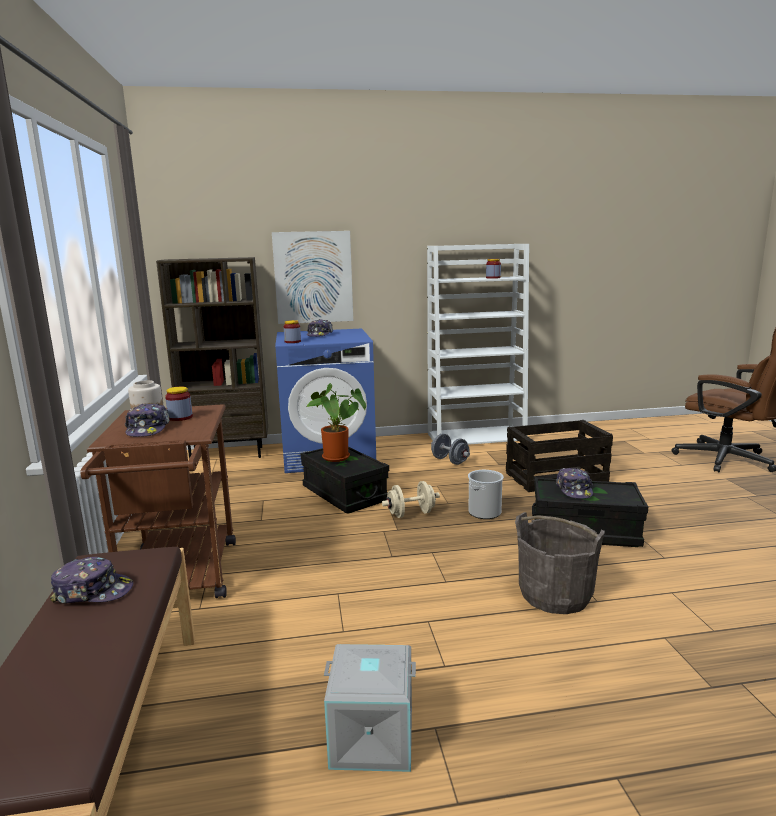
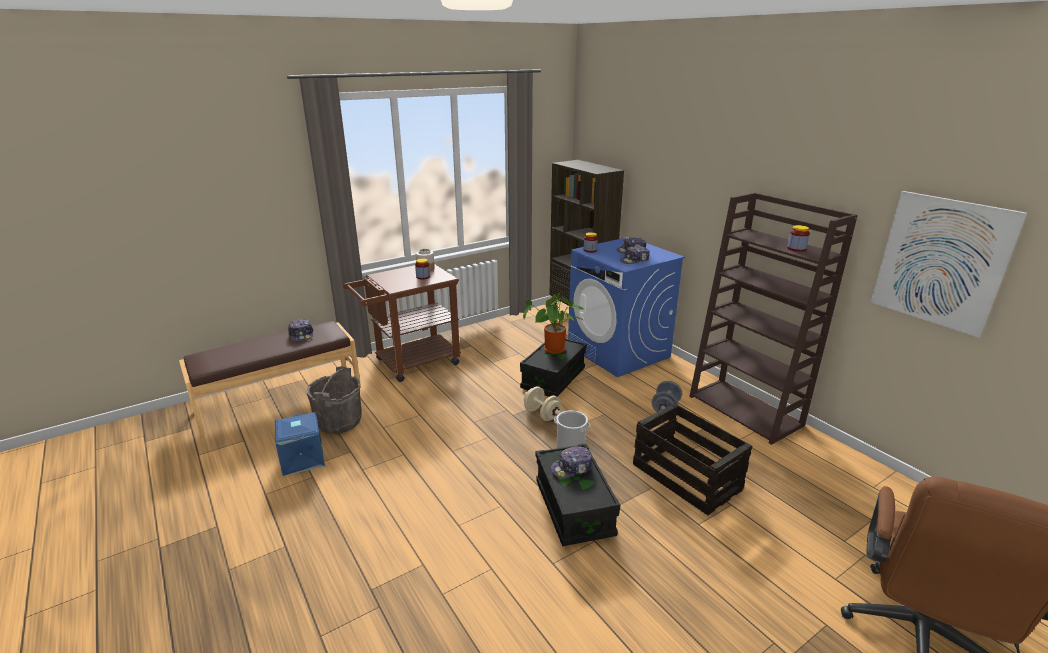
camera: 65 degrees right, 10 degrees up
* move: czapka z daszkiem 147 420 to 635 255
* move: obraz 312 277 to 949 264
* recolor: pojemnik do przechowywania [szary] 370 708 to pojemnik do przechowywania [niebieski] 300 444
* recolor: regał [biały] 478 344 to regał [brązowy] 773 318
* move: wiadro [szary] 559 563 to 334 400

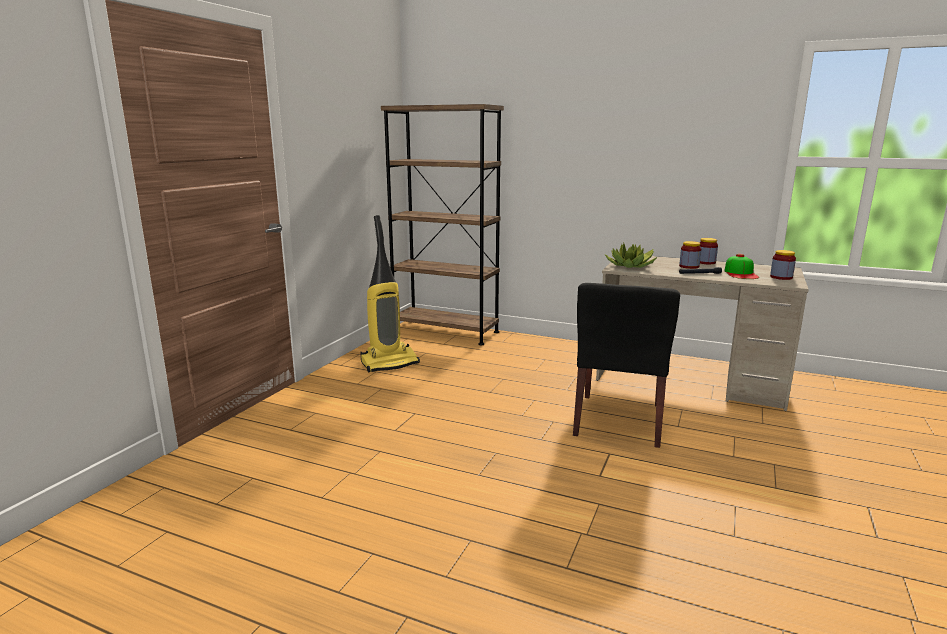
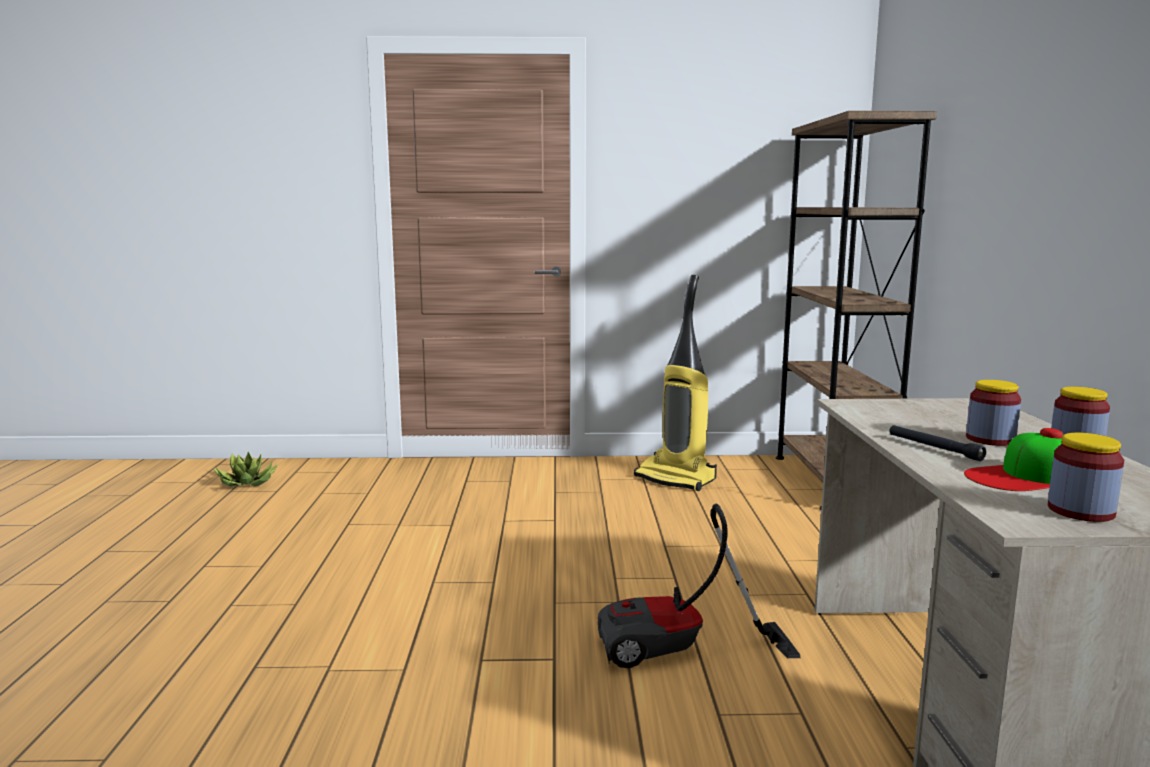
camera: 65 degrees right, 5 degrees down
* replace: krzesło [czarny] 626 365 to odkurzacz 699 586
* move: roślina doniczkowa 631 255 to 245 469

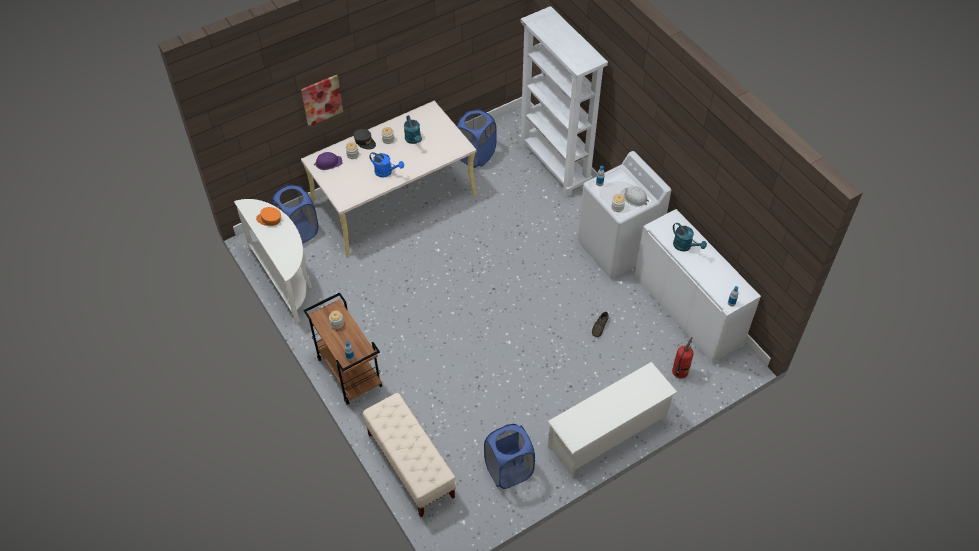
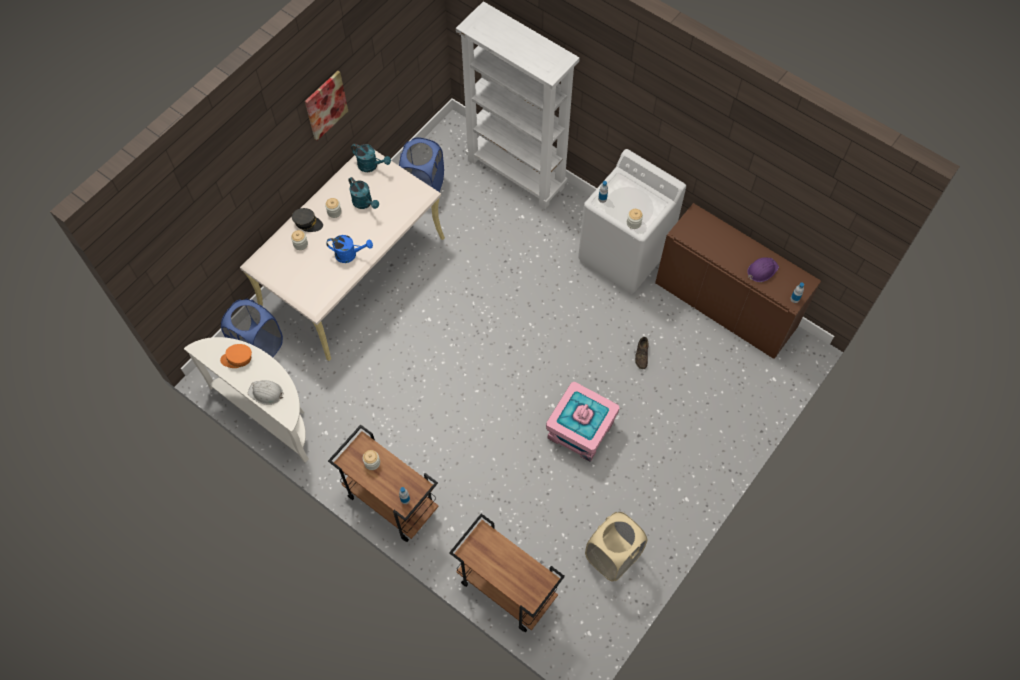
camera: 20 degrees left, 10 degrees up
* move: obraz 322 100 to 326 106
* move: kask [fioletowy] 328 161 to 763 269
* replace: ławka [beżowy] 409 455 to wózek [brązowy] 507 572
* recolor: kosz na pranie [niebieski] 509 456 to kosz na pranie [beżowy] 616 546
* delete: regał na buty [biały] 613 419
* move: kask [biały] 634 196 to 266 392
* recolor: szafka [biały] 697 286 to szafka [brązowy] 738 281
* delete: gaśnica 682 357
* move: konewka [turkusowy] 690 237 to 371 158
* insert: pojemnik do przechowywania [różowy] 582 422

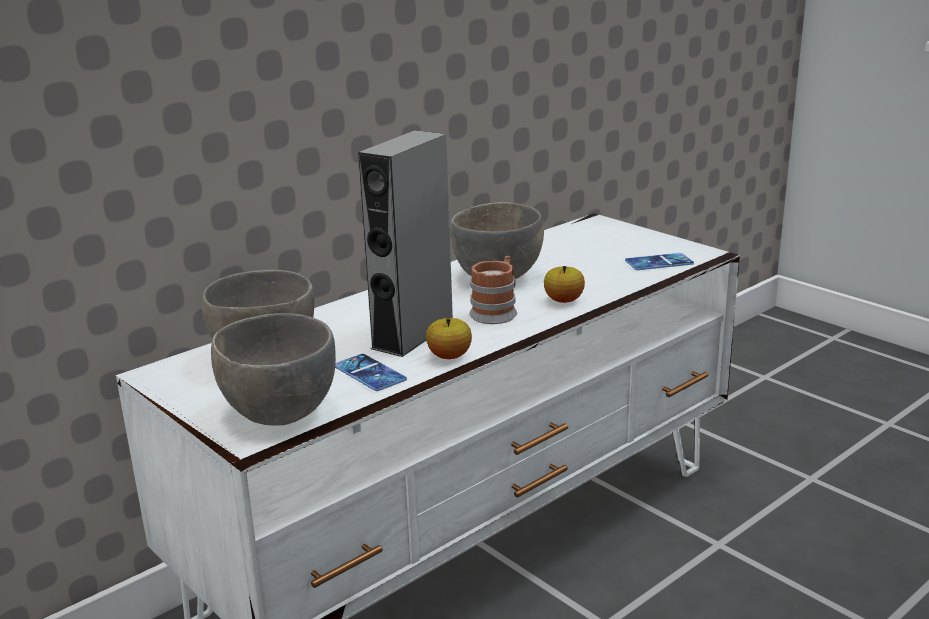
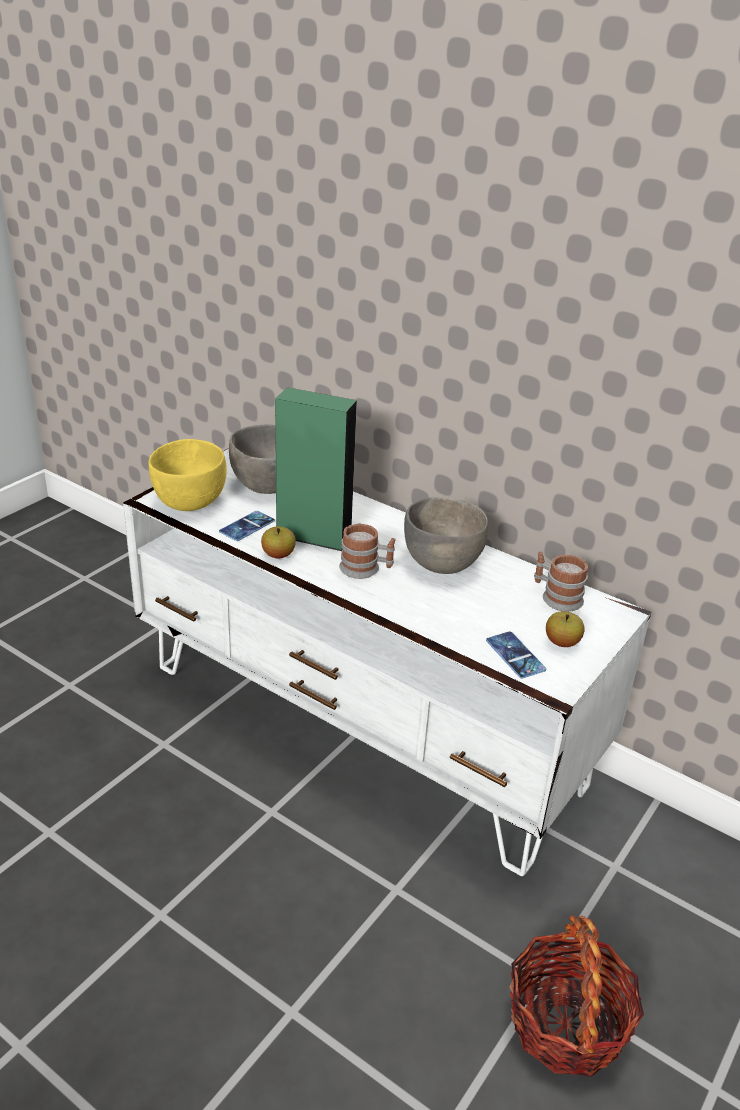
camera: 75 degrees right, 10 degrees up
* recolor: miska [szary] 273 369 to miska [żółty] 188 475
* recolor: głośnik [szary] 405 243 to głośnik [zielony] 316 469
* move: jabłko 564 284 to 565 629
* insert: koszyk 577 996
* insert: kubek 561 581

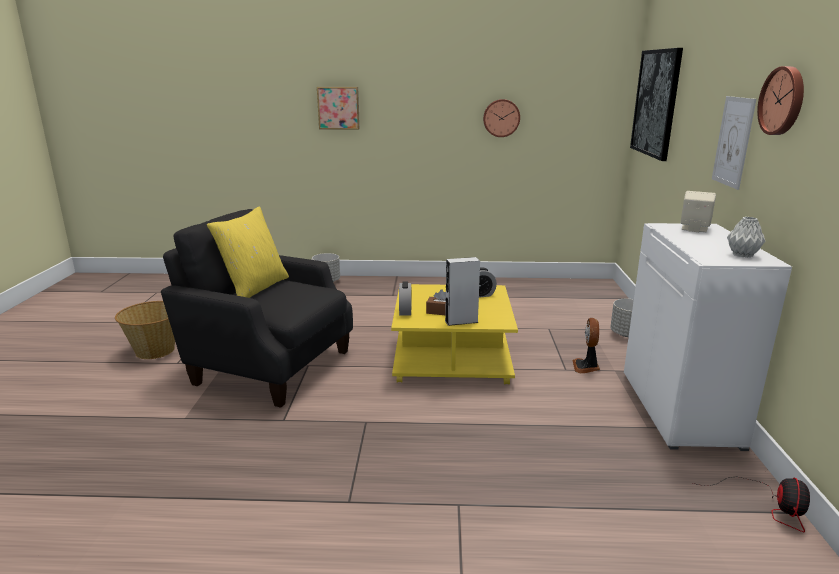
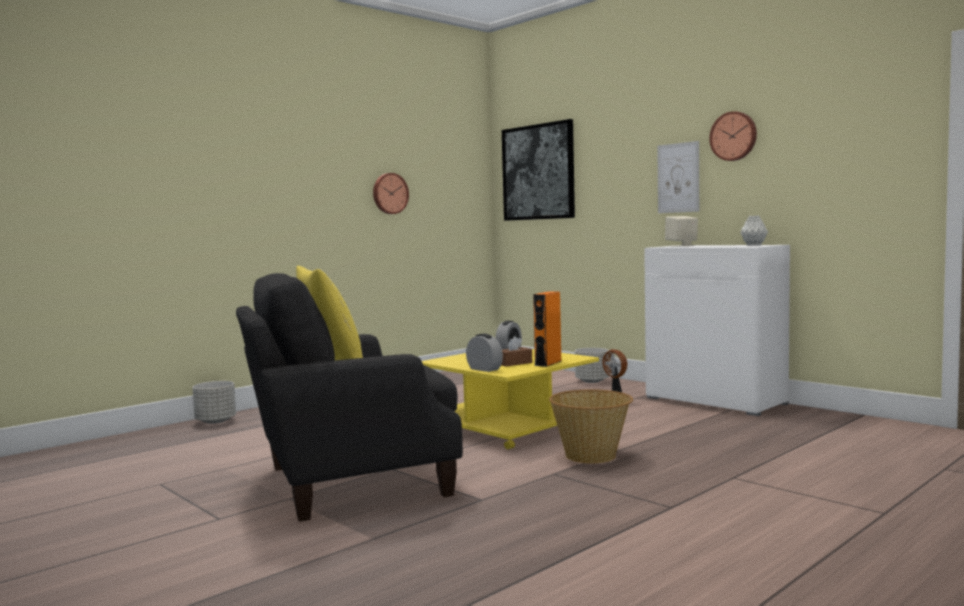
camera: 45 degrees left, 15 degrees down
* move: koszyk 145 330 to 591 426
* delete: obraz 338 108
* recolor: głośnik [szary] 462 291 to głośnik [pomarańczowy] 547 329
* delete: wentylator 751 504

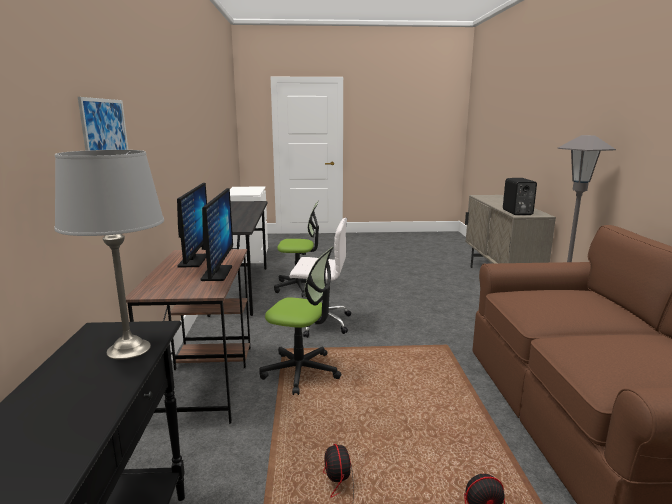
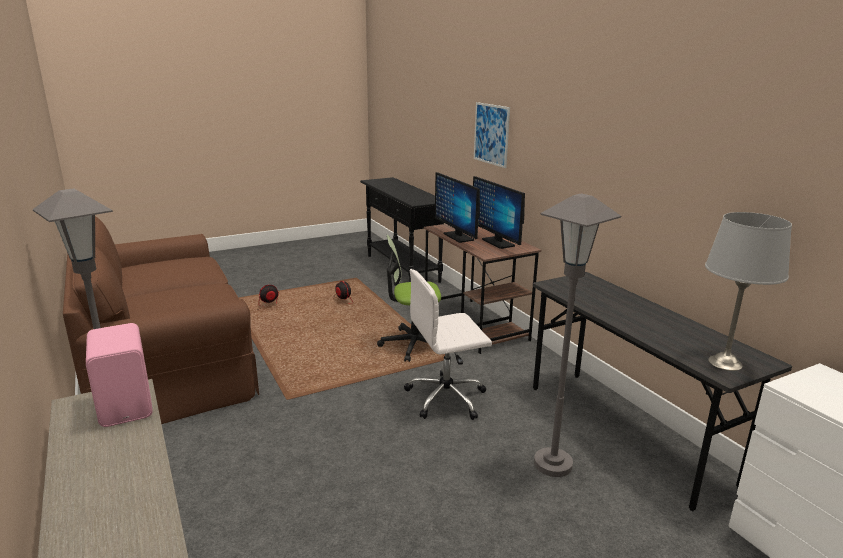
camera: 155 degrees right, 5 degrees up
* move: lampa stołowa [szary] 109 255 to 748 291
* replace: krzesło biurowe 300 249 to lampa stojąca [szary] 577 335
* recolor: głośnik [czarny] 520 196 to głośnik [różowy] 119 375

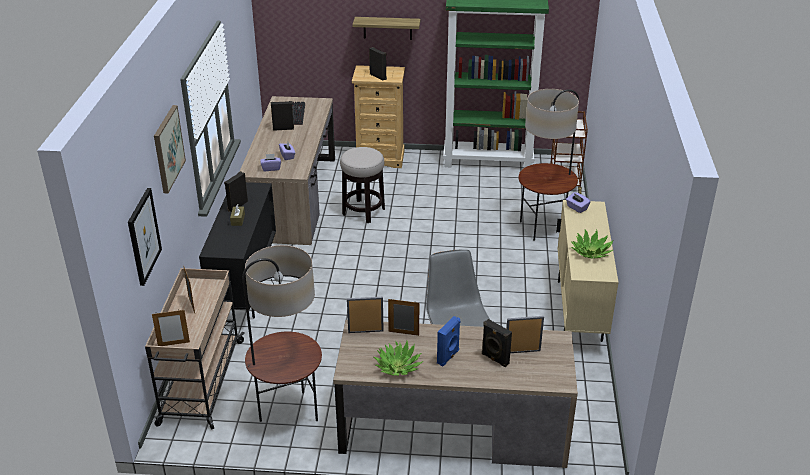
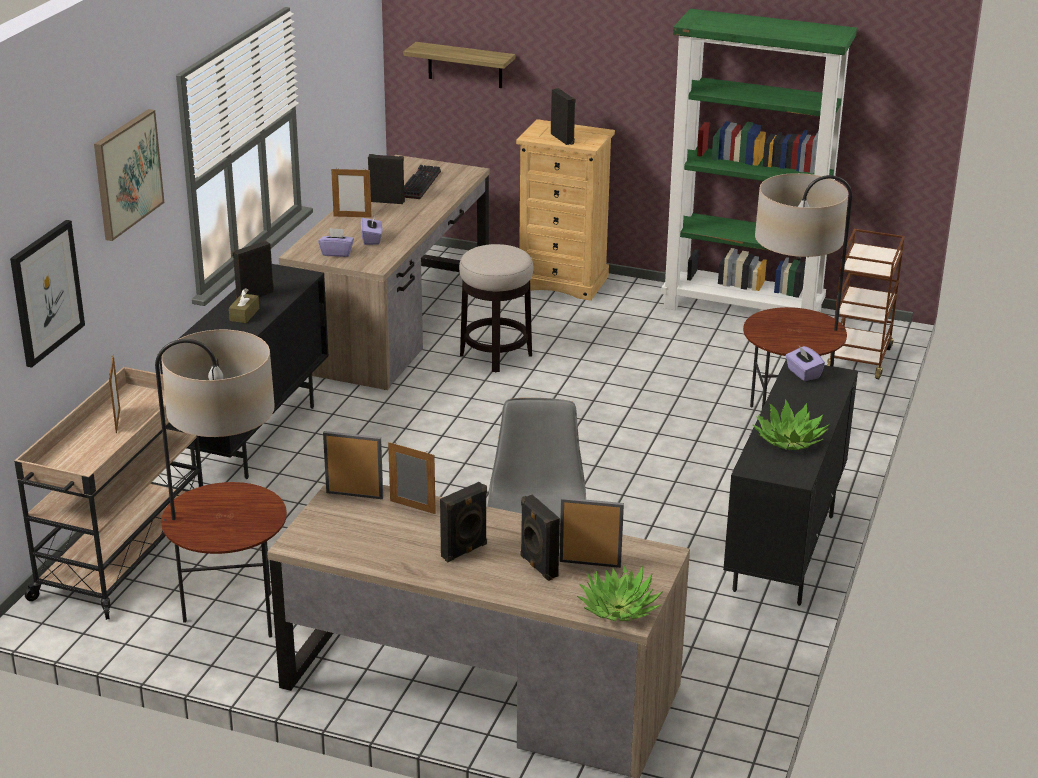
camera: 15 degrees right, 5 degrees down
* move: ramka na zdjęcie 171 328 to 351 192
* move: półka 386 28 to 459 65
* move: roślina doniczkowa 398 358 to 620 593
* recolor: głośnik [niebieski] 448 341 to głośnik [czarny] 463 522
* recolor: szafka [beżowy] 587 271 to szafka [czarny] 790 482

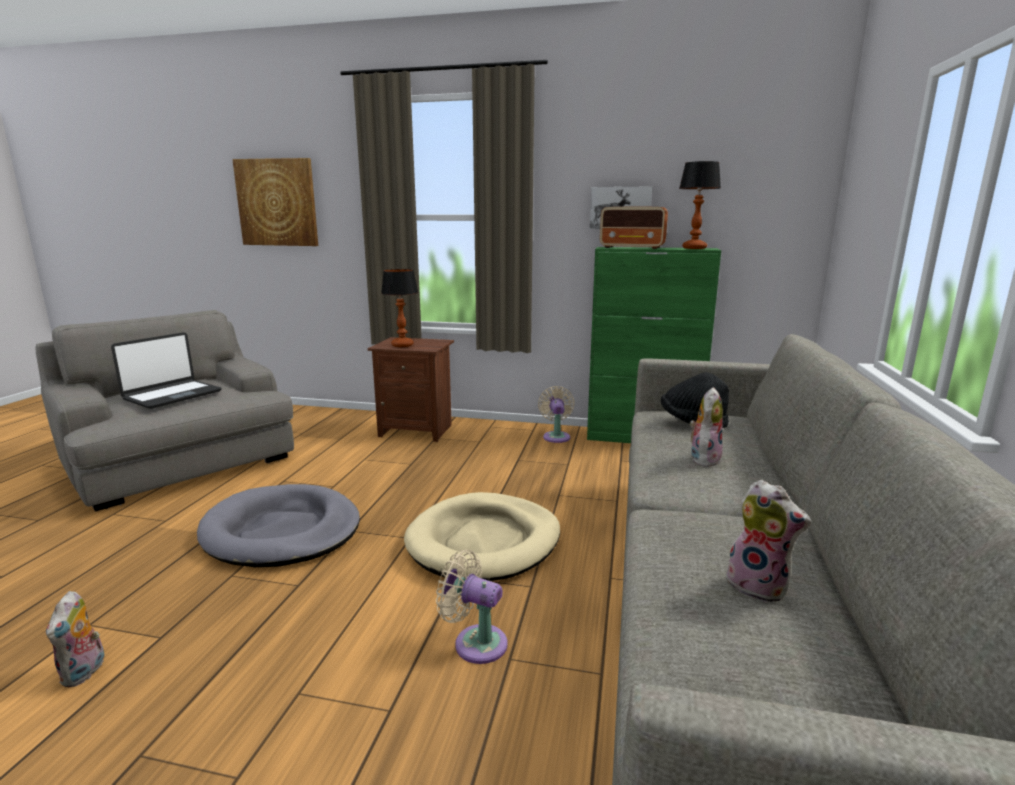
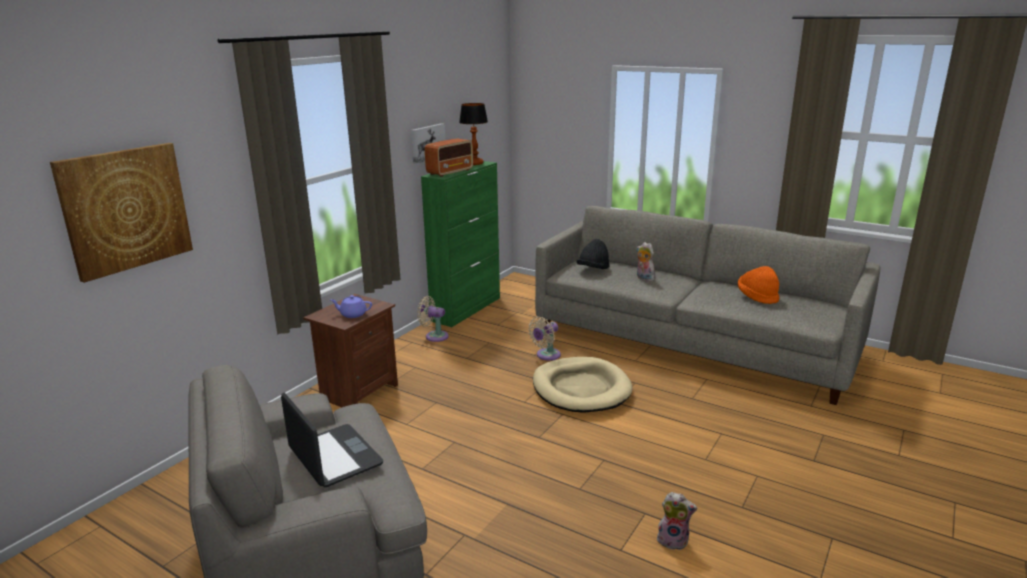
camera: 70 degrees left, 5 degrees up
* delete: legowisko [szary] 278 525
* replace: lampa stołowa 399 308 to imbryk [fioletowy] 351 306
* move: wentylator [beżowy] 472 607 to 544 339
* replace: pluszak 767 541 to kapelusz [pomarańczowy] 758 285

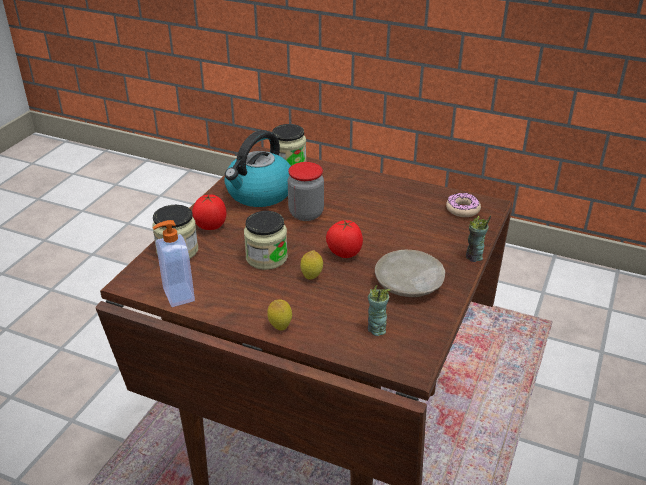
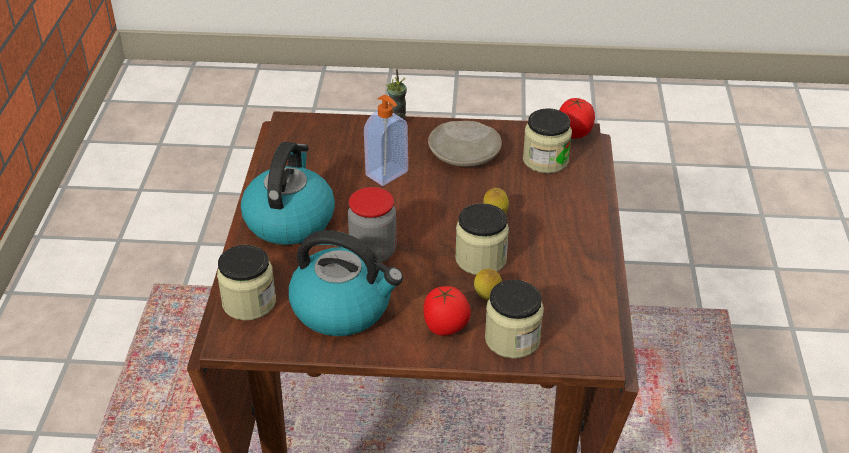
camera: 110 degrees left, 5 degrees up
* move: dozownik mydła 174 263 to 386 140
* move: cytryna 279 315 to 488 284
* move: pomidor 344 239 to 577 118
* replace: filiżanka 379 310 to słoik 547 140
* delete: donut 463 205
* insert: czajnik 288 193

